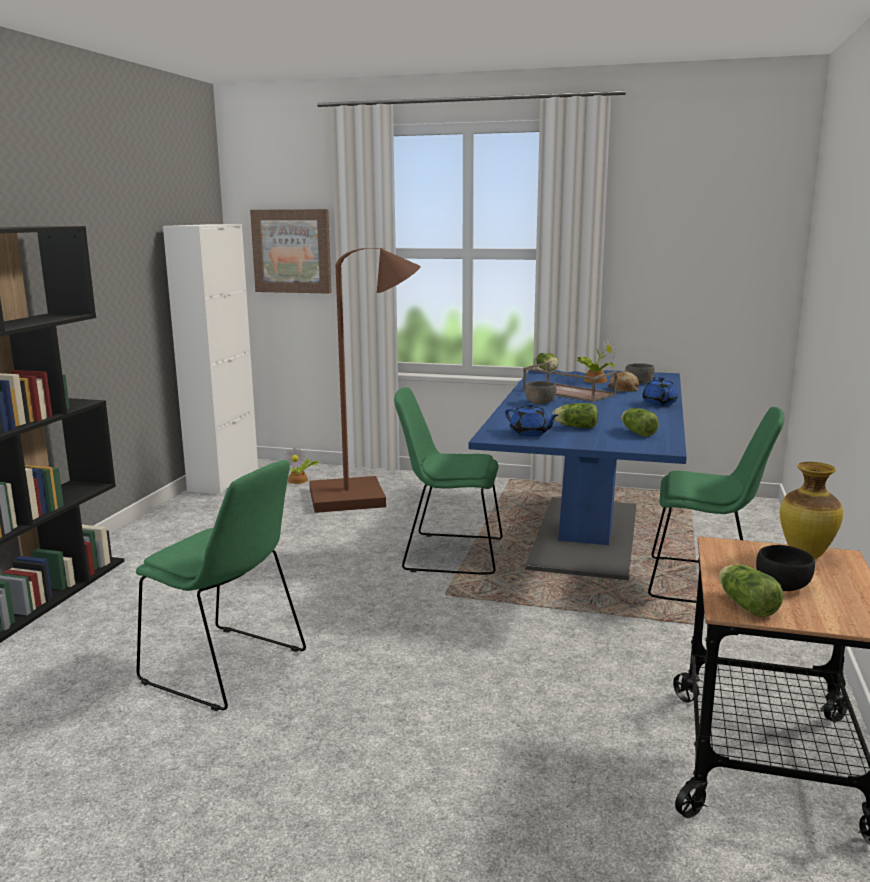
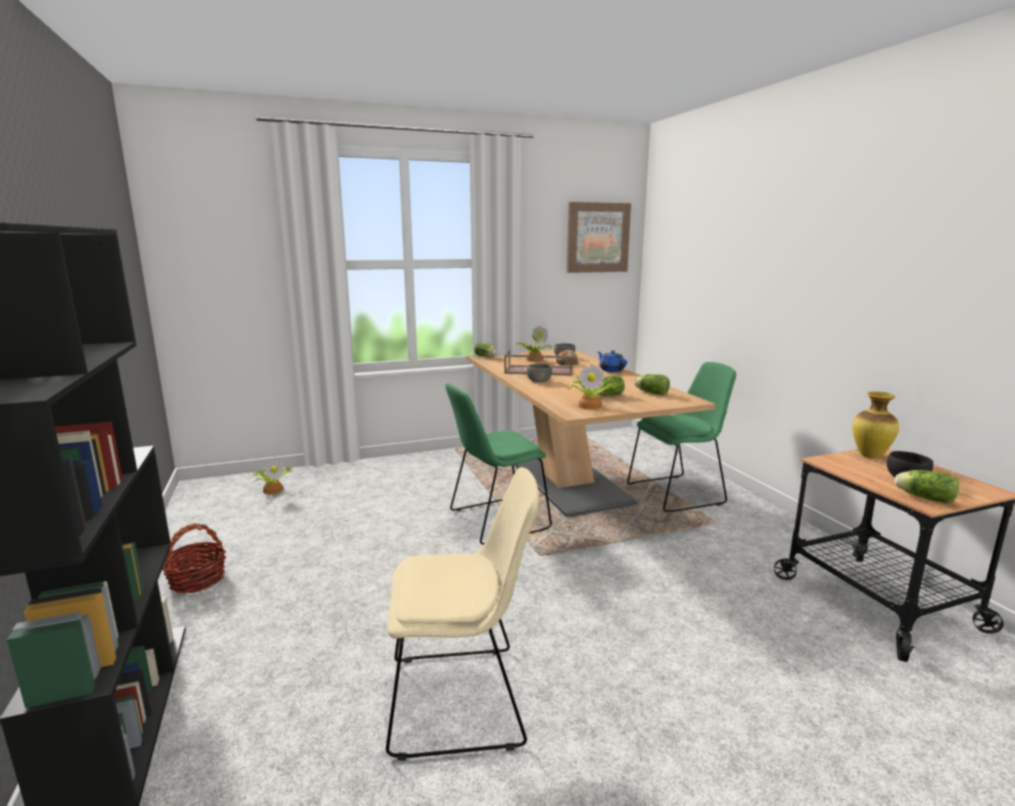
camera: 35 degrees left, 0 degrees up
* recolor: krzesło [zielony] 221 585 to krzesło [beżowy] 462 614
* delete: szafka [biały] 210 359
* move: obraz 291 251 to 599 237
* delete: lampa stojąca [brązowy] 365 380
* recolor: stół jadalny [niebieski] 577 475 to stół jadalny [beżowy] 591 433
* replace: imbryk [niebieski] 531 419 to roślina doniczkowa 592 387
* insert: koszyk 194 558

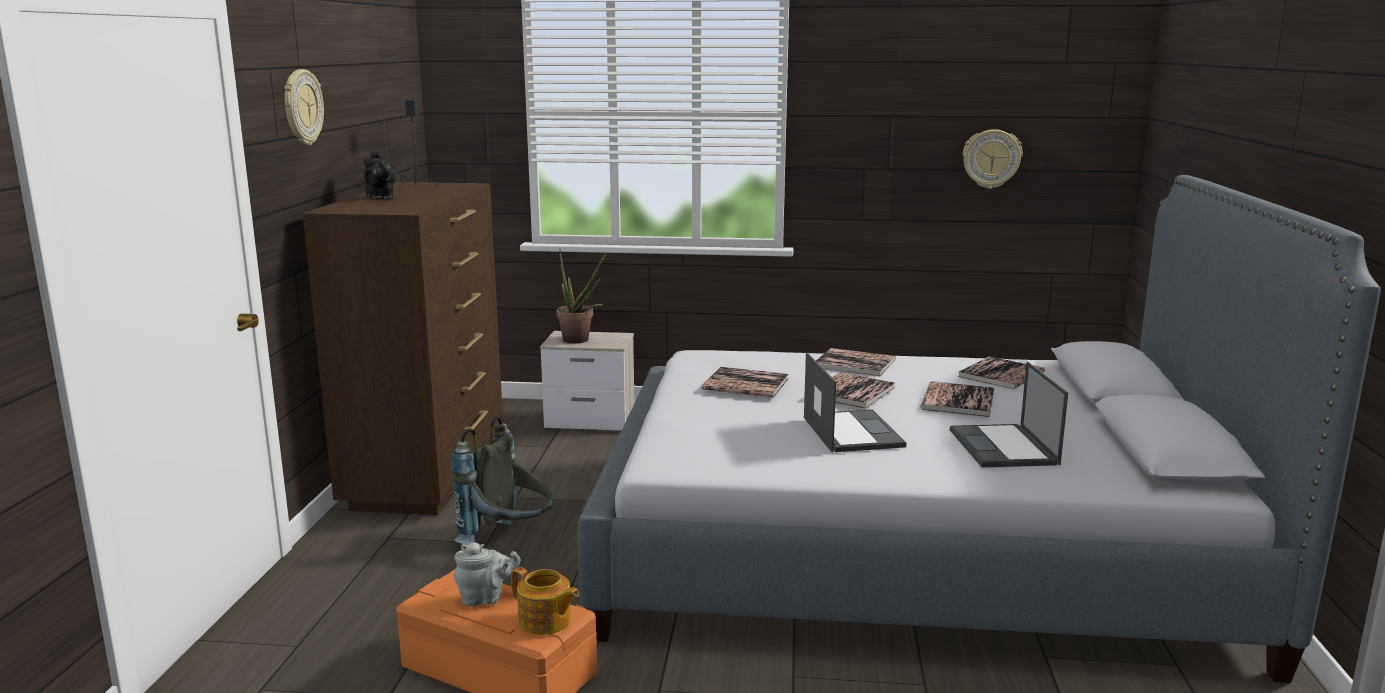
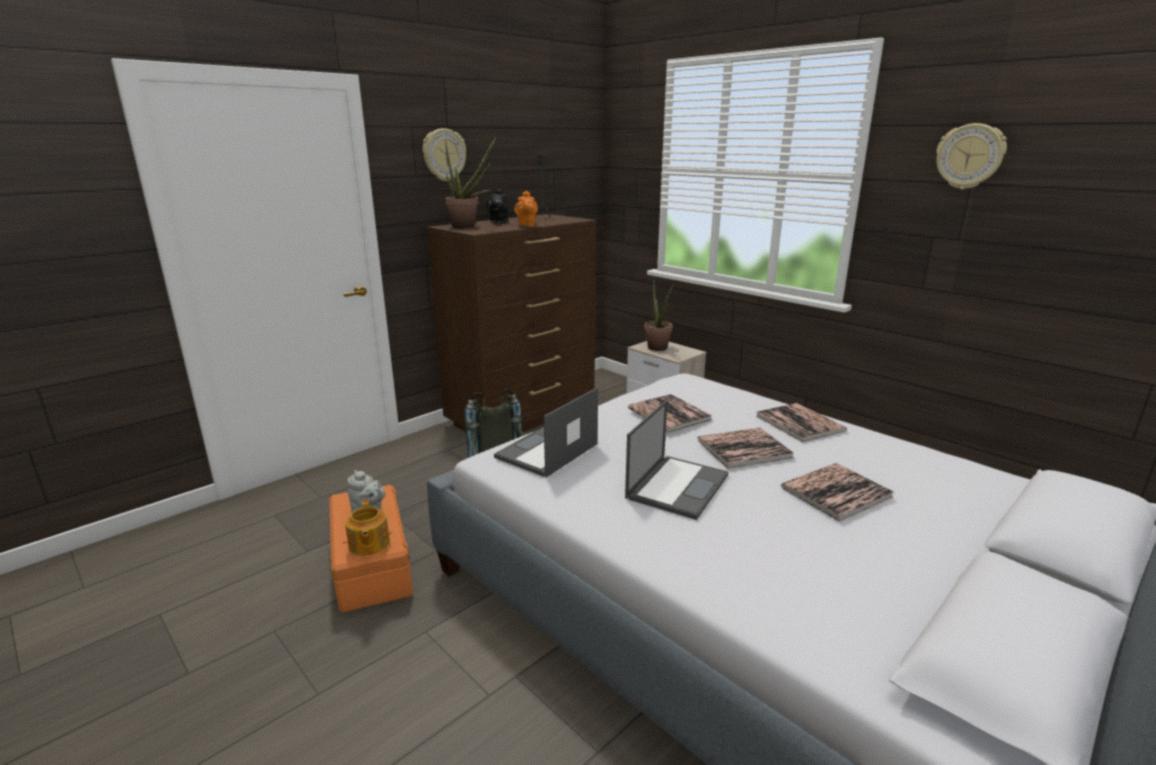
camera: 40 degrees right, 5 degrees up
* move: laptop 1009 414 to 546 432
* delete: książka 1001 372
* move: zegar ścienny 993 159 to 971 156
* insert: roślina doniczkowa 471 182
* insert: imbryk [pomarańczowy] 526 209

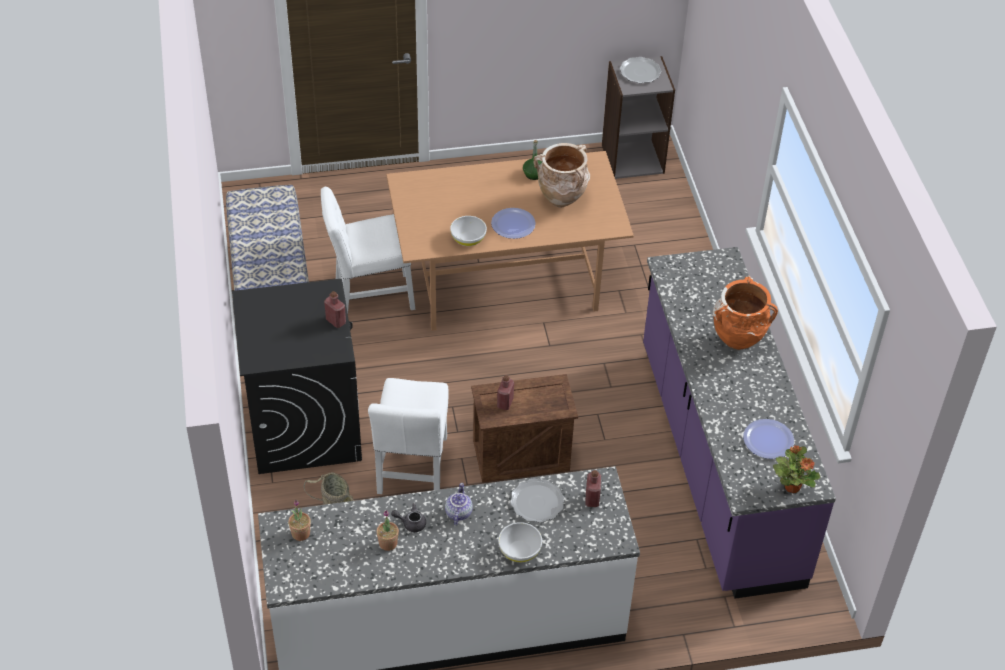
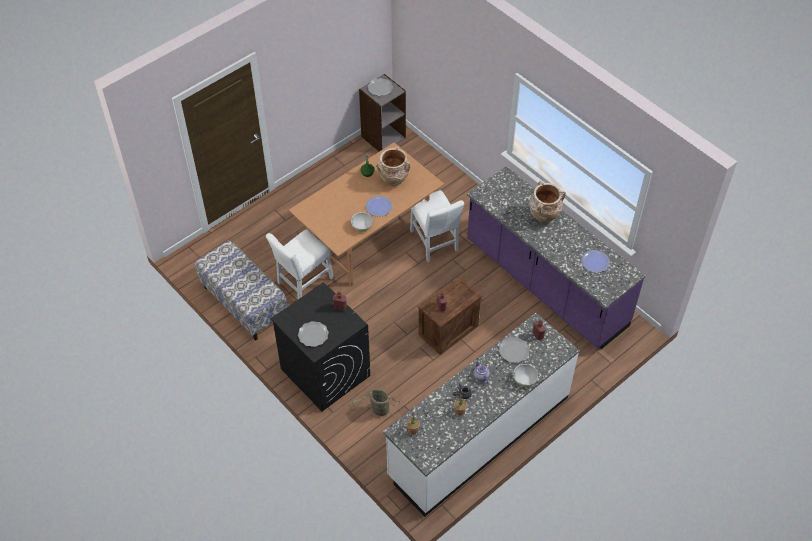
camera: 30 degrees left, 5 degrees up
* move: krzesło [biały] 408 436 to 437 226
* recolor: wazon [pomarańczowy] 745 313 to wazon [beżowy] 547 202
* delete: roślina doniczkowa 796 469
* insert: talerz 313 334

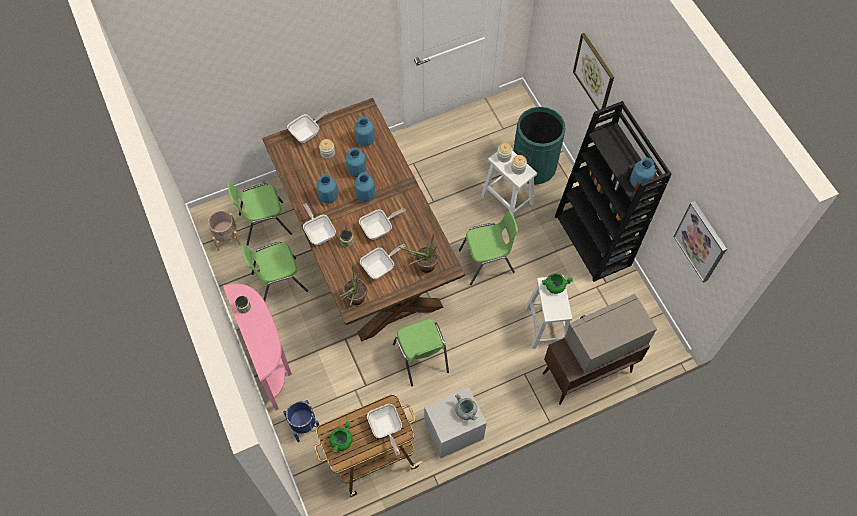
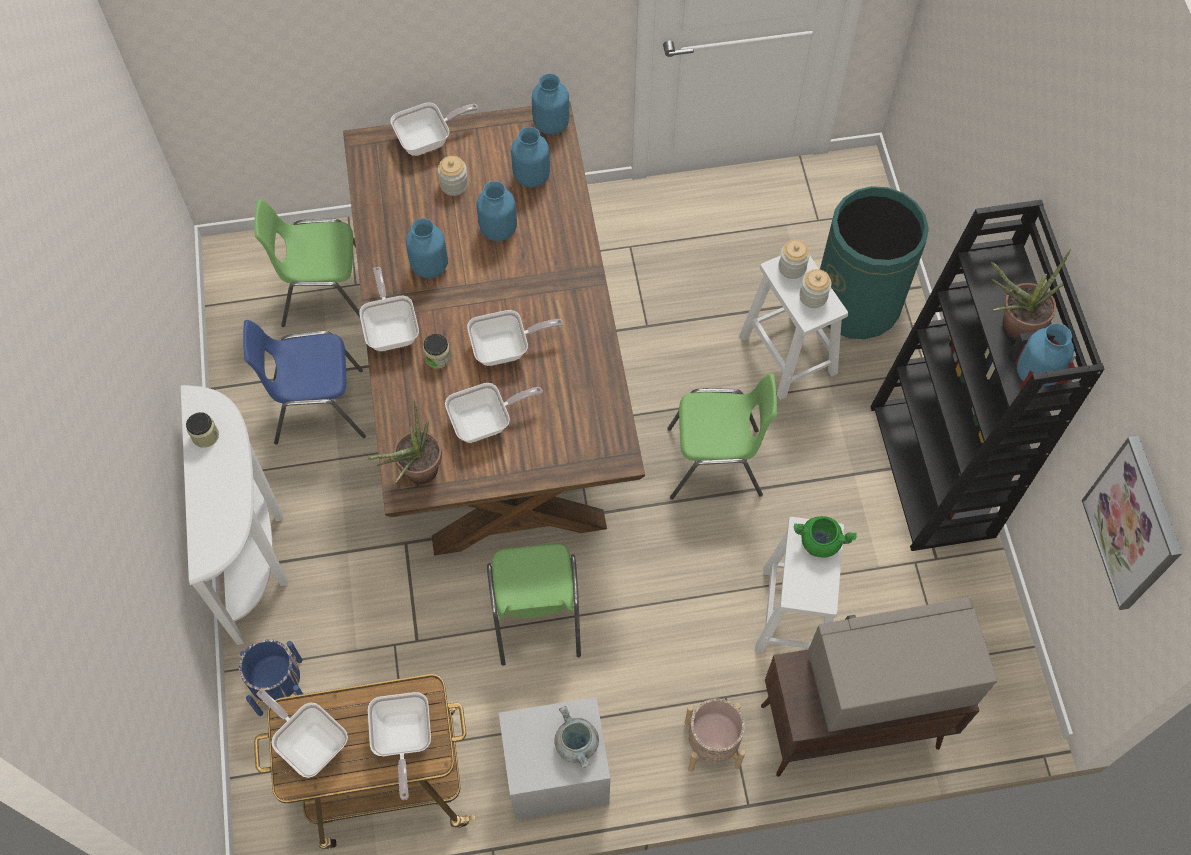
camera: 15 degrees right, 0 degrees up
* move: donica [beżowy] 224 231 to 715 735
* recolor: stolik konsolowy [różowy] 257 347 to stolik konsolowy [biały] 234 515
* recolor: krzesło [zielony] 274 271 to krzesło [niebieski] 304 382
* replace: garnek [zielony] 340 437 to patelnia 302 733
* move: wazon [niebieski] 364 187 to 550 103
* move: roślina doniczkowa 419 253 to 1031 294
* delete: obraz 593 71

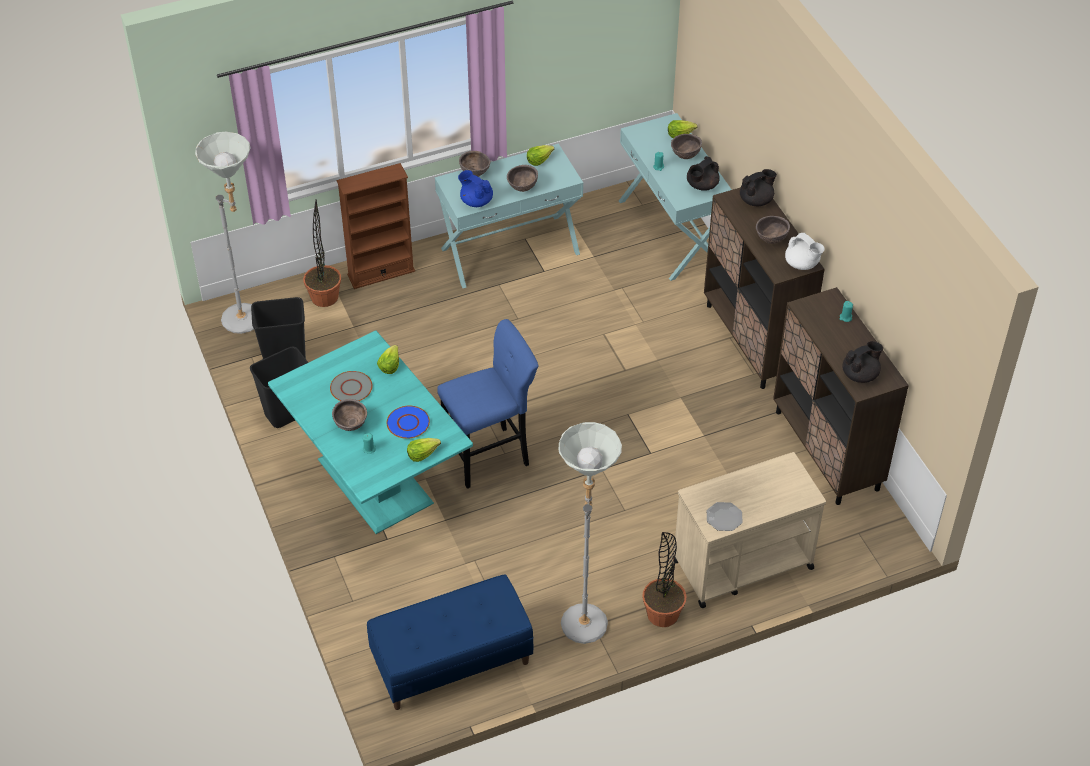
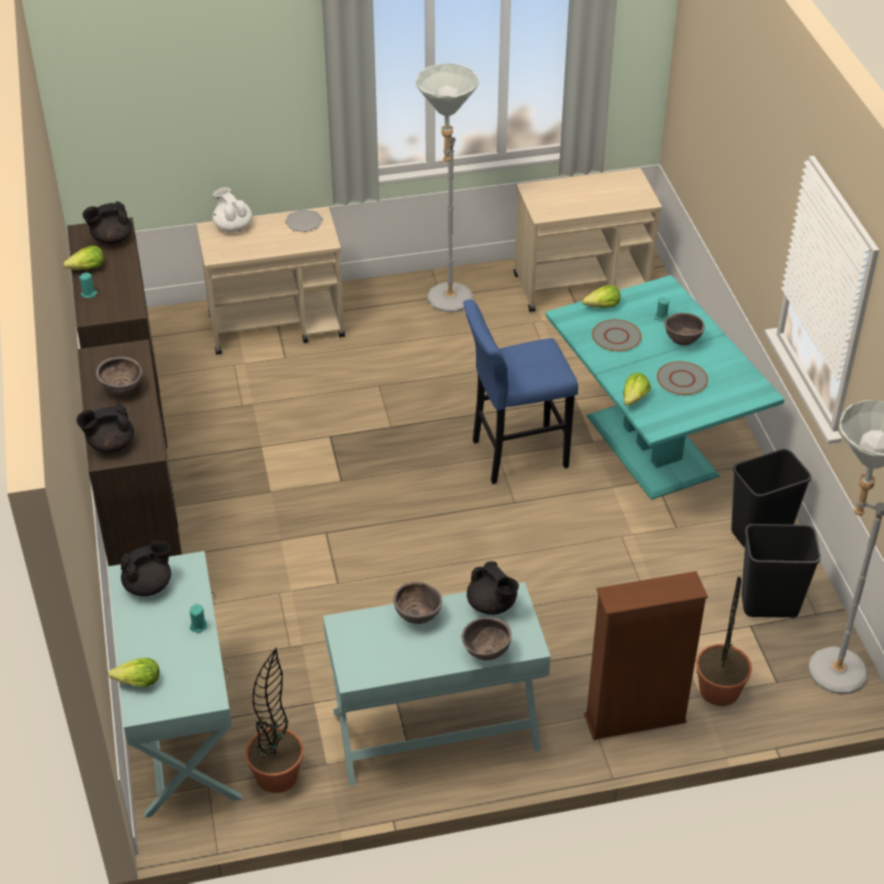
camera: 170 degrees left, 5 degrees down
* replace: ławka [niebieski] 450 642 to wózek [beżowy] 588 240
* recolor: talerz [niebieski] 408 422 to talerz [szary] 617 335
* recolor: imbryk [niebieski] 475 188 to imbryk [czarny] 493 588
* move: sałata 540 155 to 83 258
* move: roślina doniczkowa 664 579 to 274 720
* delete: miska [brązowy] 686 146
* move: imbryk [biały] 805 251 to 232 209

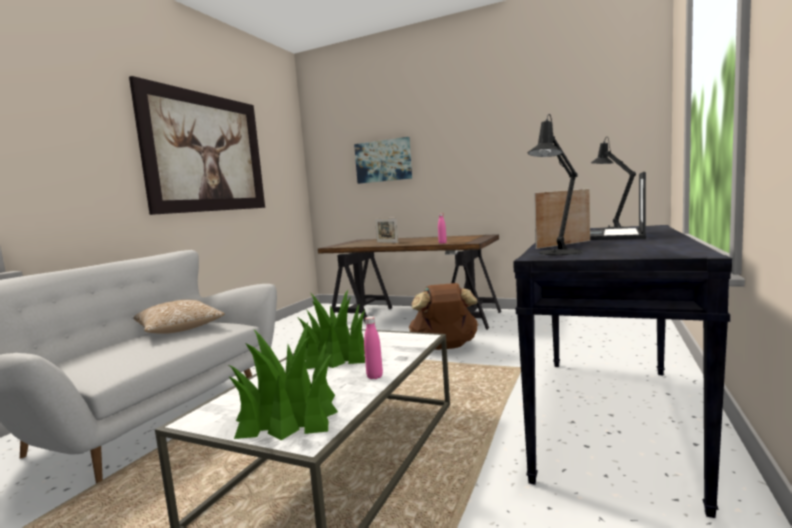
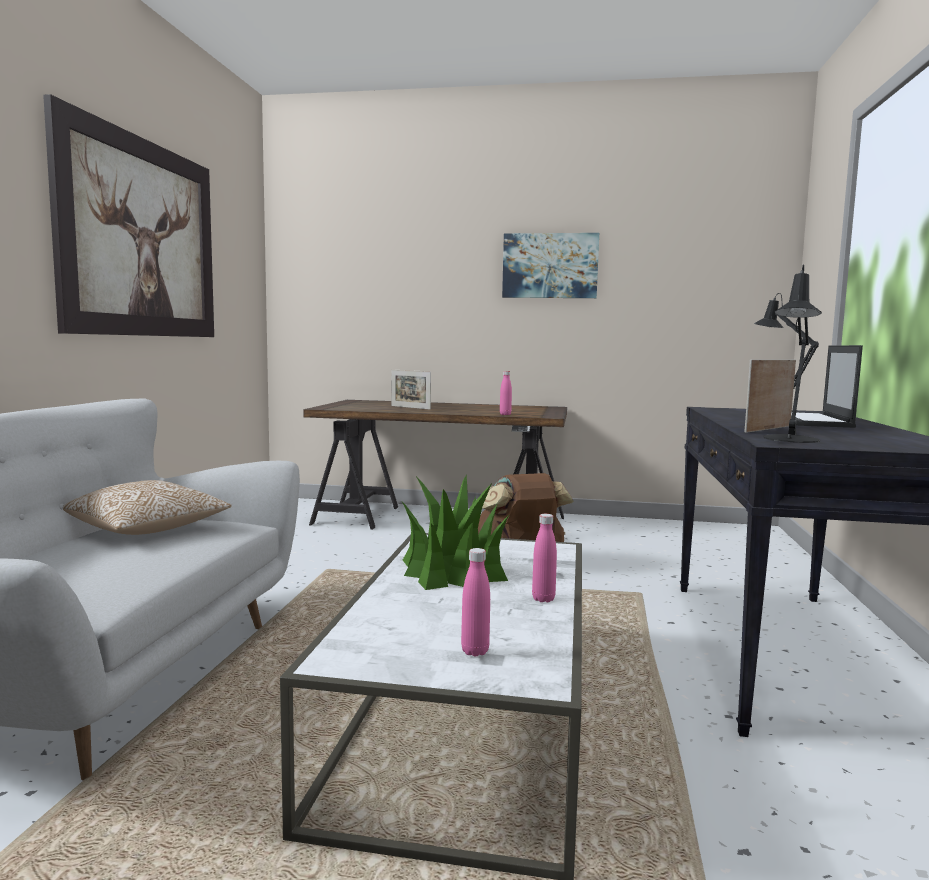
camera: 15 degrees left, 0 degrees up
* replace: roślina doniczkowa 283 381 to butelka [różowy] 475 602
* move: obraz 383 160 to 550 265

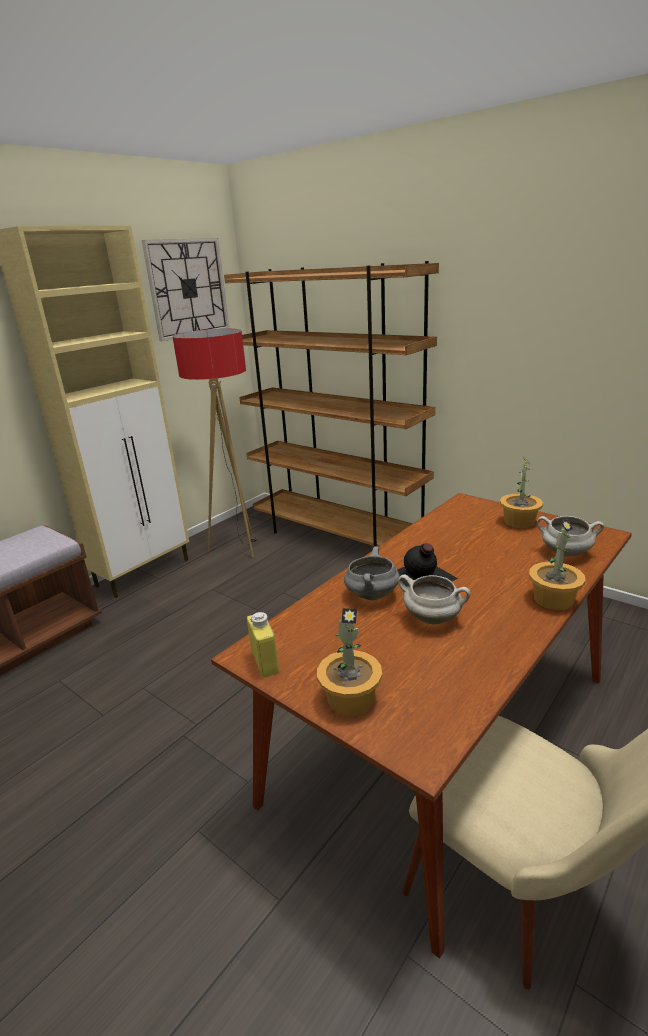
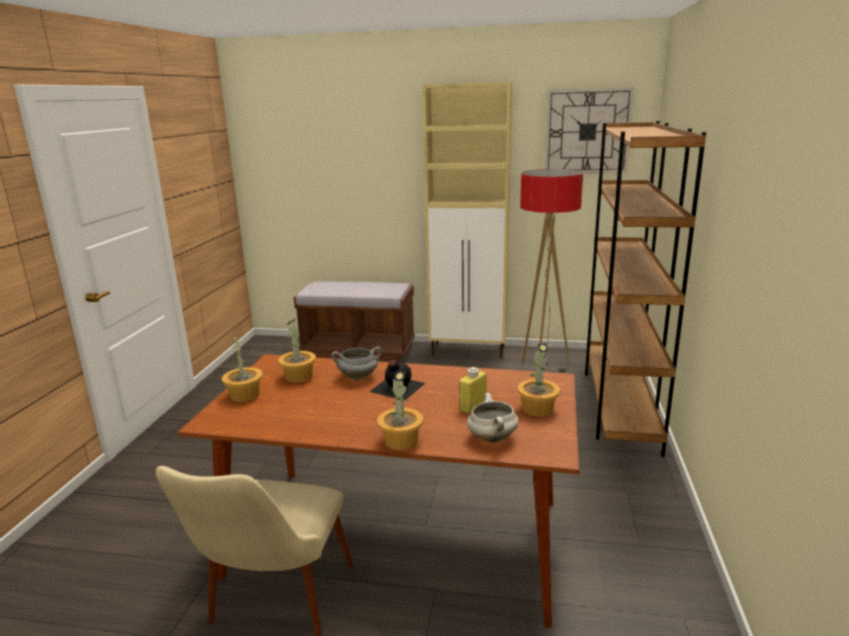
camera: 60 degrees right, 5 degrees down
* move: butelka [żółty] 263 645 to 473 390
* delete: garnek [biały] 434 599
* insert: roślina doniczkowa 297 351

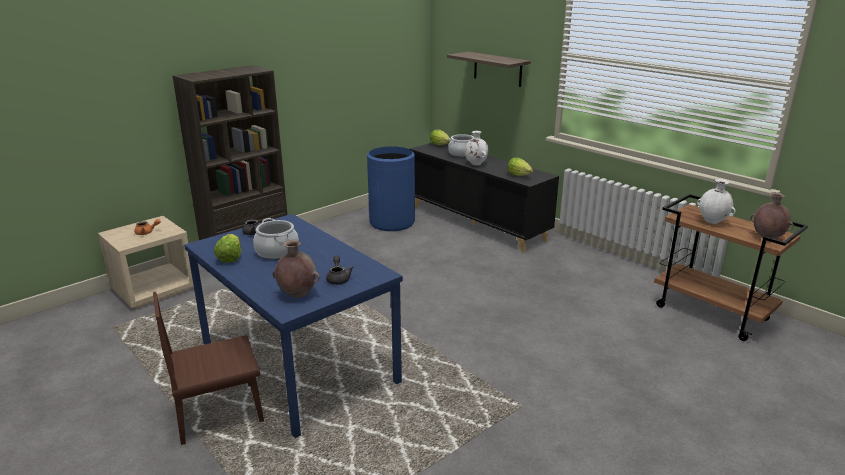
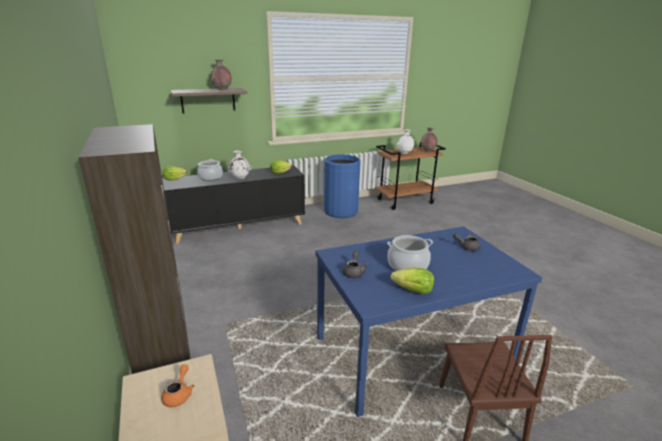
camera: 70 degrees left, 0 degrees up
* move: wazon [brązowy] 296 268 to 221 74
* move: kosz na śmieci [niebieski] 391 188 to 342 186

